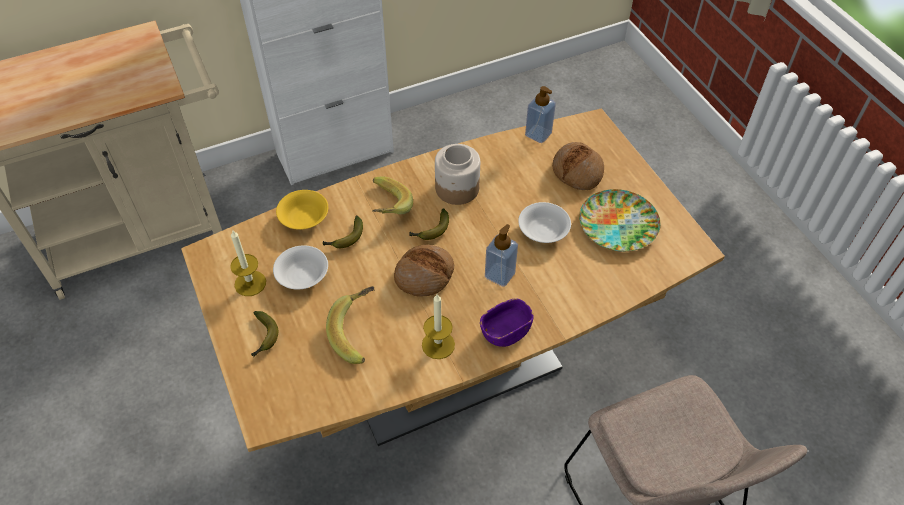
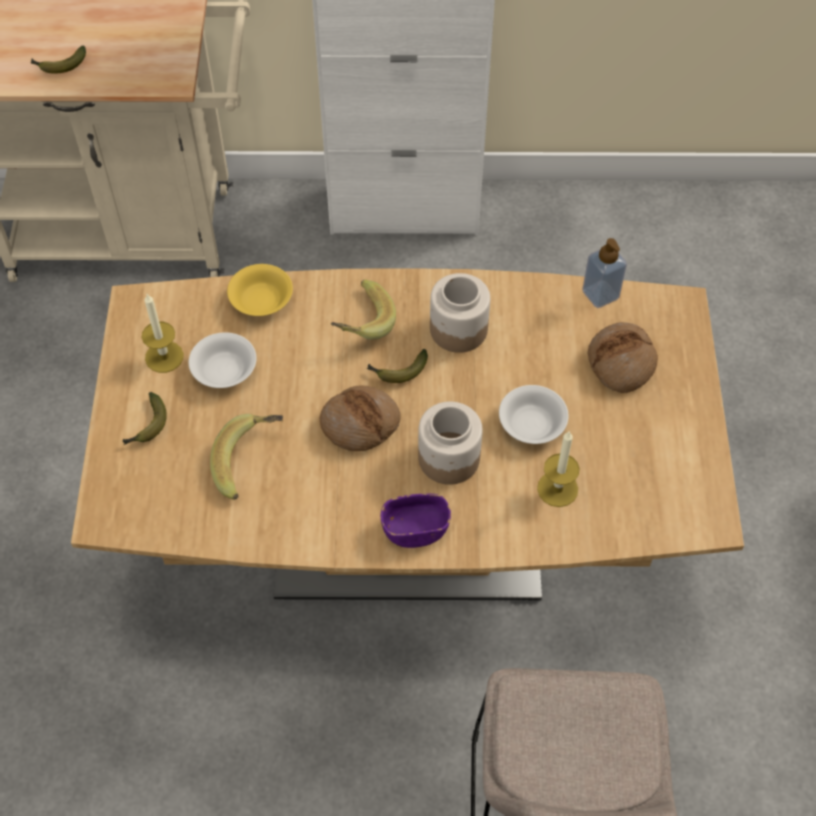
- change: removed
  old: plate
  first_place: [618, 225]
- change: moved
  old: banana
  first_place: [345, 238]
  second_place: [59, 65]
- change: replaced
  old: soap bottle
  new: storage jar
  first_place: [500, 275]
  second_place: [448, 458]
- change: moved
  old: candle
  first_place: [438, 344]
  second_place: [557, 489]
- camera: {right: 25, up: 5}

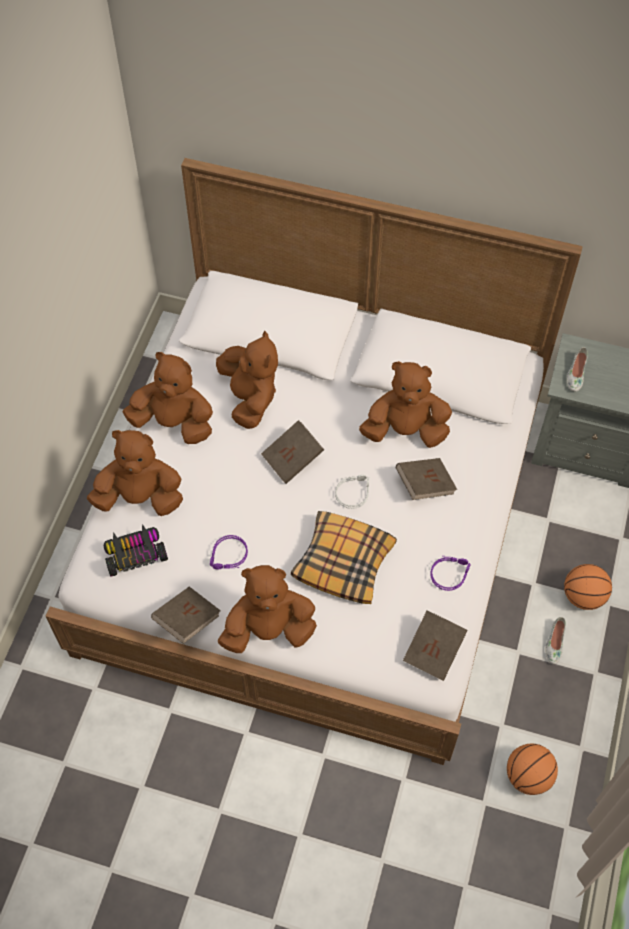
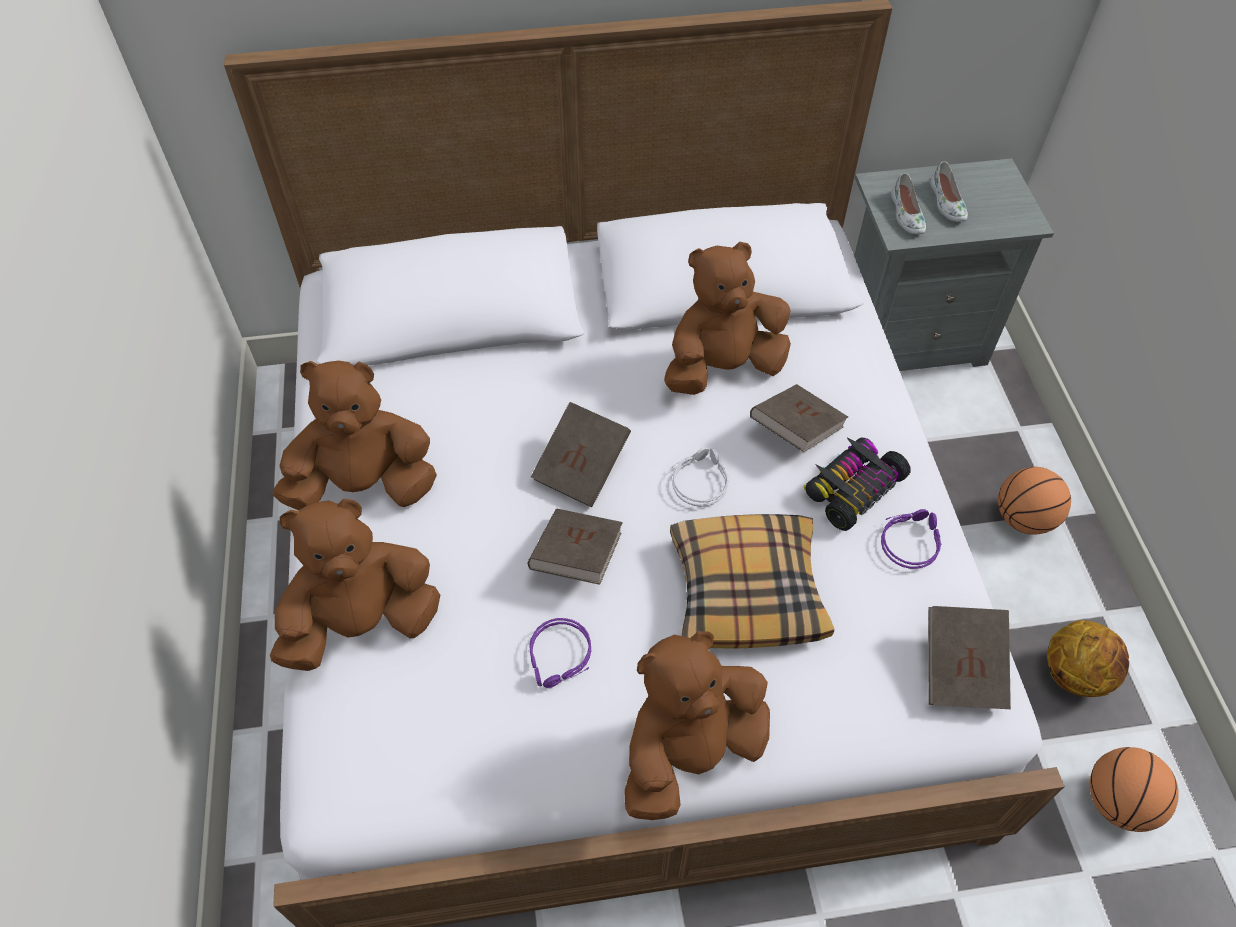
- change: removed
  old: brown plush toy
  first_place: [250, 398]
- change: moved
  old: miniature car
  first_place: [135, 554]
  second_place: [851, 488]
- change: moved
  old: brown bound book
  first_place: [187, 620]
  second_place: [577, 557]
- change: moved
  old: white item of footwear
  first_place: [554, 643]
  second_place: [946, 202]
- change: added
  new: basketball ball
  second_place: [1075, 673]
- camera: {right: -25, up: -5}

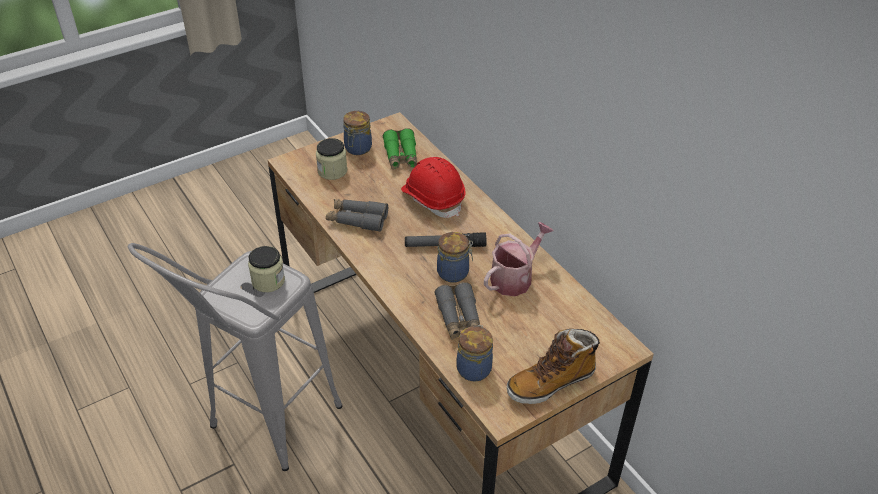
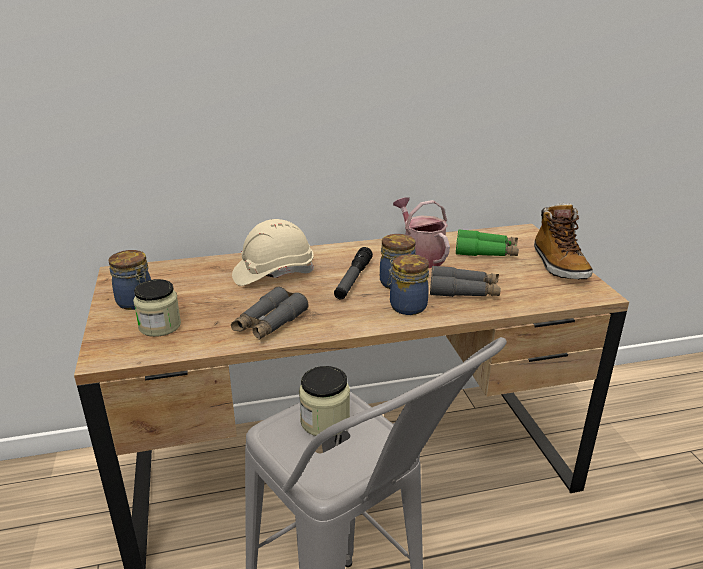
- change: moved
  old: greenish field glasses
  first_place: [401, 156]
  second_place: [486, 252]
- change: recoloured
  old: reddish hard hat
  new: beige-coloured hard hat
  first_place: [433, 198]
  second_place: [273, 273]
- change: moved
  old: storage jar
  first_place: [474, 368]
  second_place: [406, 306]
- camera: {right: -70, up: -15}

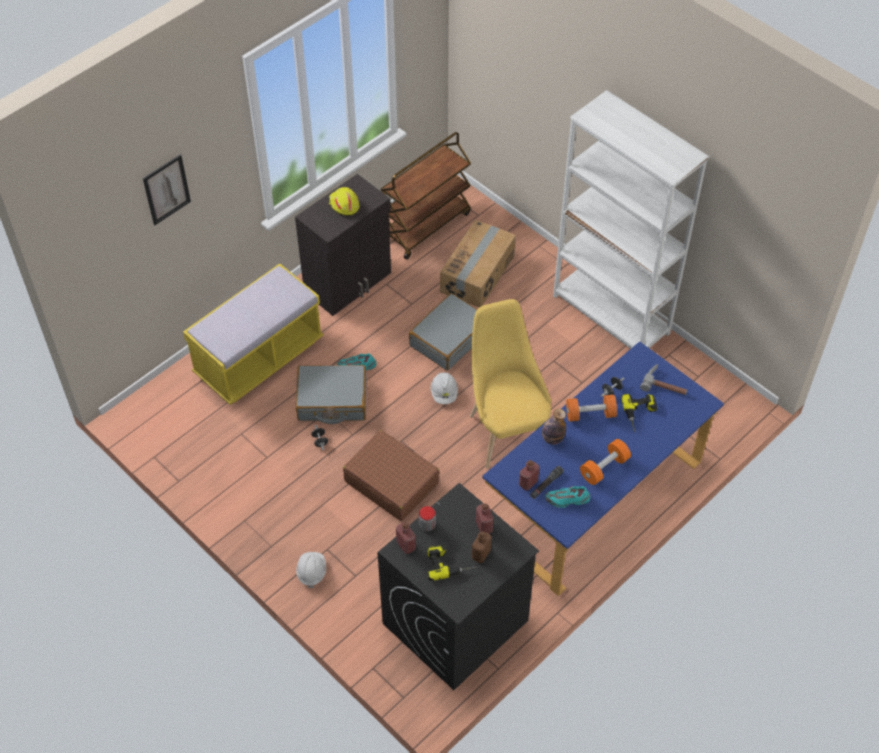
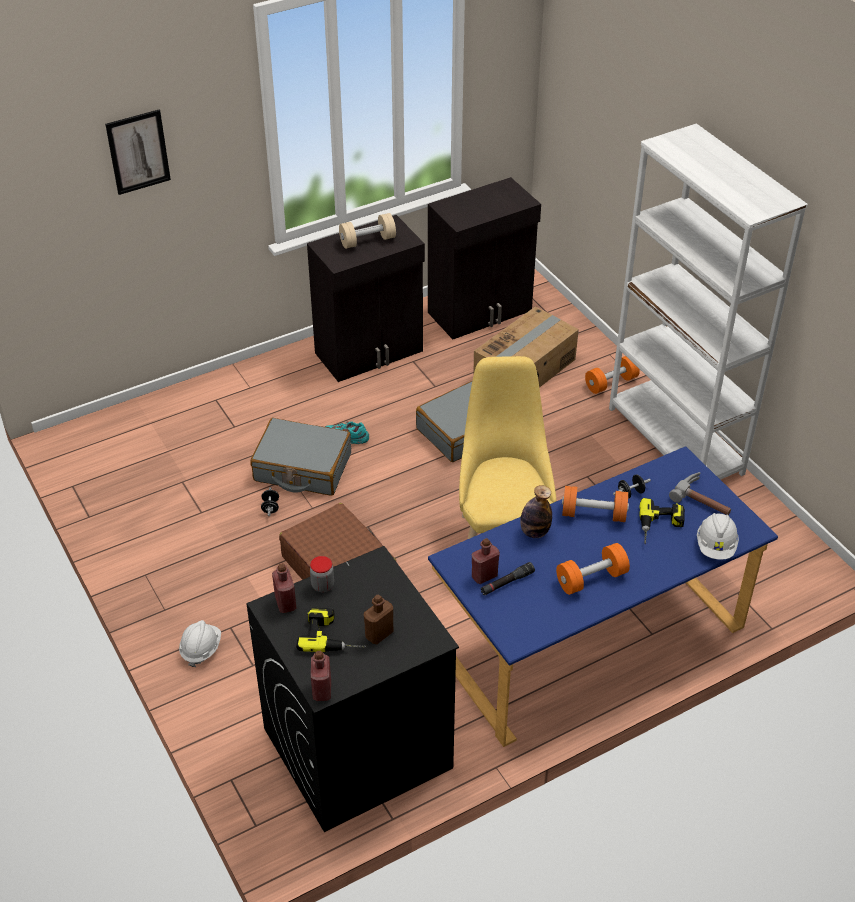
- change: replaced
  old: brown trolley
  new: black-coloured cupboard
  first_place: [426, 225]
  second_place: [481, 312]
- change: replaced
  old: yellowish hard hat
  new: beige-coloured free weight
  first_place: [343, 205]
  second_place: [367, 241]
- change: removed
  old: yellowish bench
  first_place: [259, 358]
- change: moved
  old: white hard hat
  first_place: [444, 393]
  second_place: [716, 546]
- change: removed
  old: turquoise-coloured item of footwear
  first_place: [567, 500]
- change: moved
  old: reddish bottle
  first_place: [484, 526]
  second_place: [322, 690]
- change: added
  new: orangey free weight
  second_place: [611, 383]
- camera: {right: 15, up: -10}

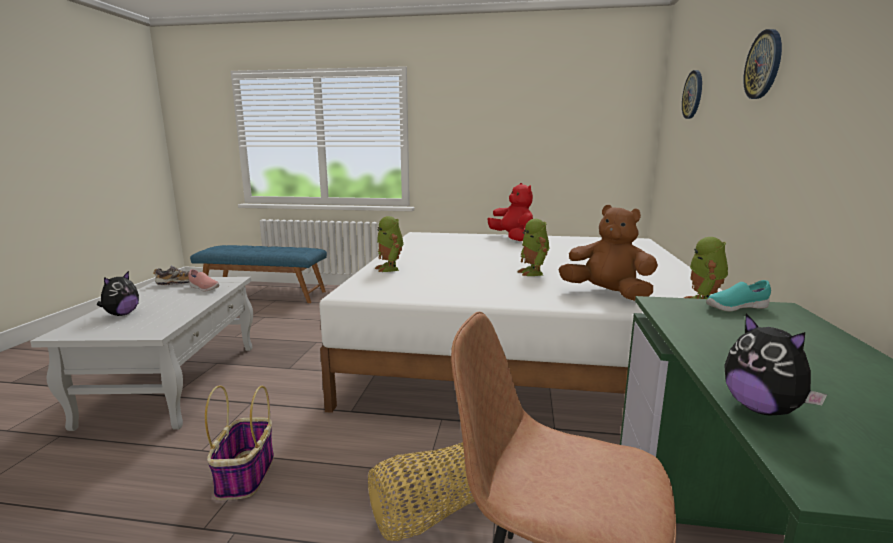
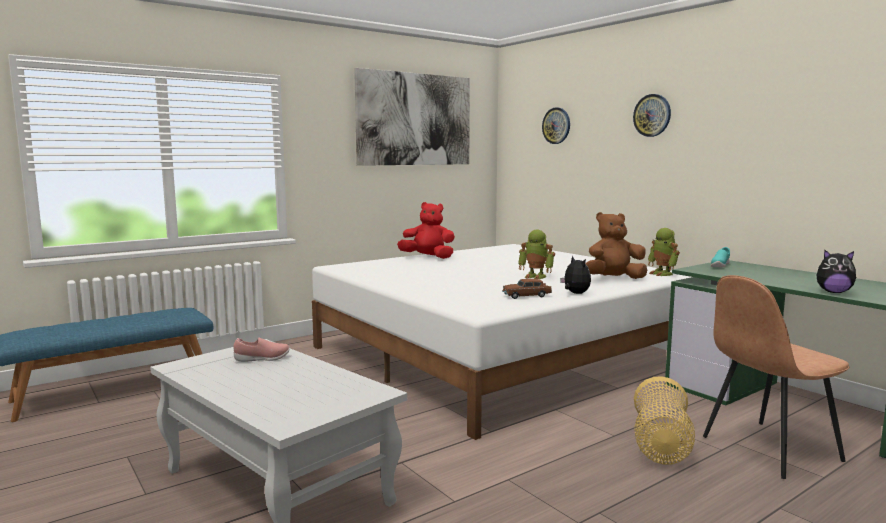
- change: removed
  old: model robot
  first_place: [390, 268]
- change: removed
  old: item of footwear
  first_place: [178, 283]
- change: moved
  old: plush toy
  first_place: [121, 314]
  second_place: [575, 293]
- change: removed
  old: storage basket
  first_place: [246, 475]
- change: added
  new: wall picture
  second_place: [414, 119]
- change: added
  new: brown miniature car
  second_place: [526, 296]
- camera: {right: -45, up: -5}

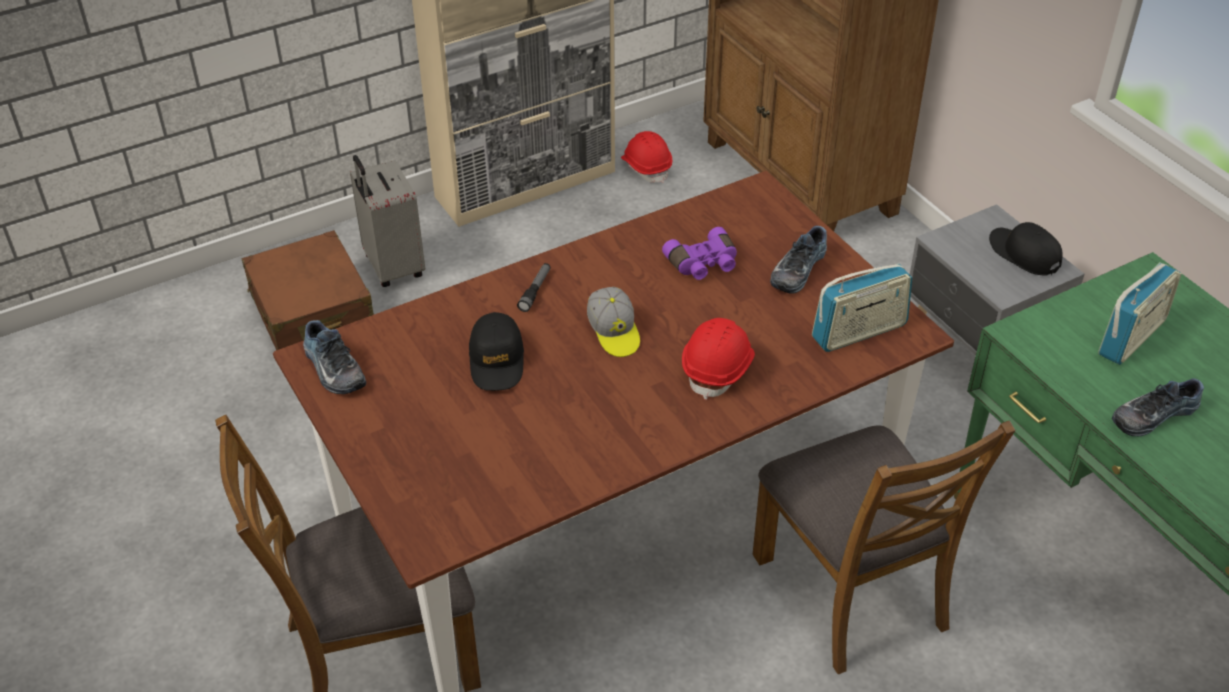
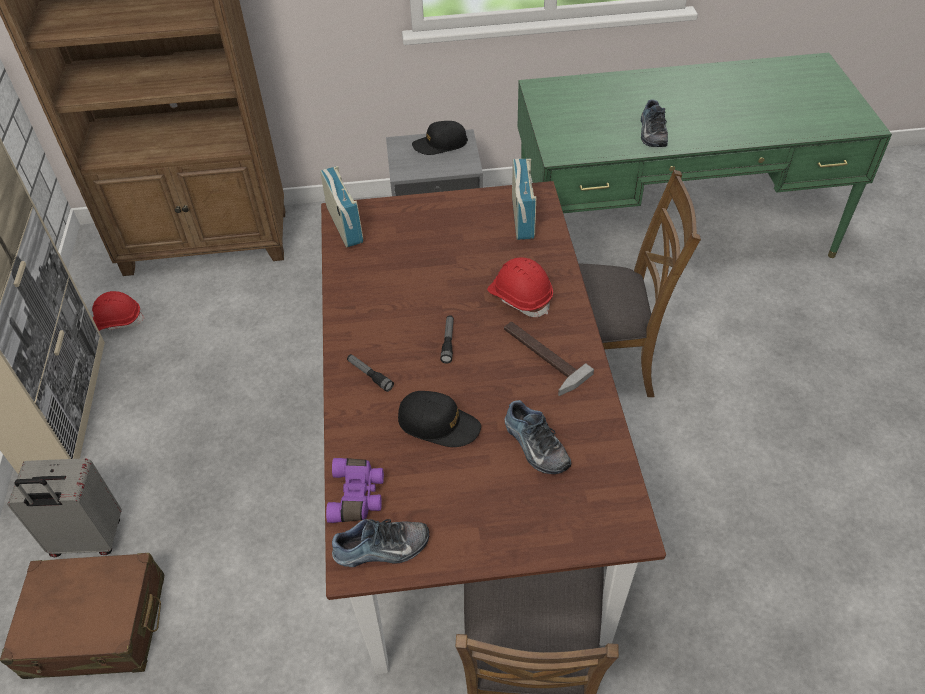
- change: moved
  old: item of footwear
  first_place: [796, 269]
  second_place: [534, 446]
- change: moved
  old: purple field glasses
  first_place: [703, 264]
  second_place: [358, 496]
- change: moved
  old: radio set
  first_place: [1131, 337]
  second_place: [344, 225]
- change: replaced
  old: cap
  new: hand torch
  first_place: [614, 332]
  second_place: [448, 342]
- change: added
  new: hammer
  second_place: [539, 357]
- camera: {right: -65, up: 5}

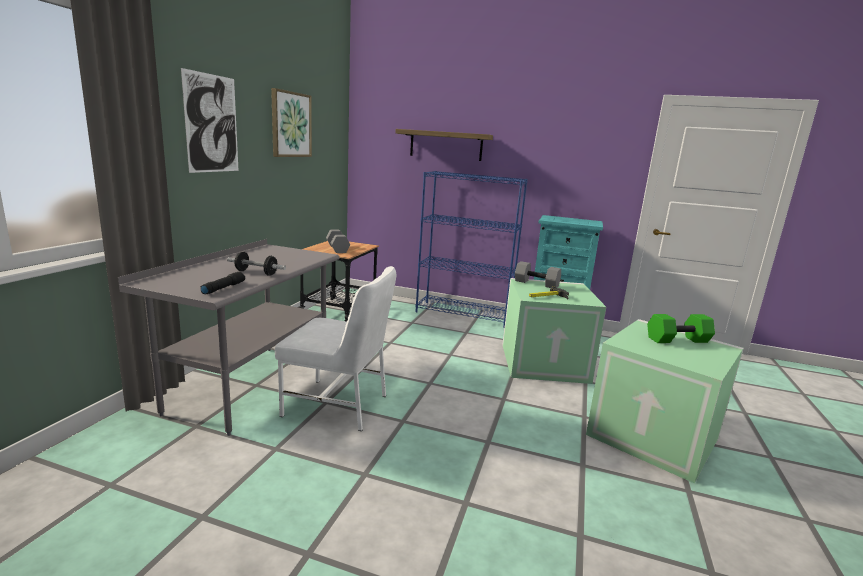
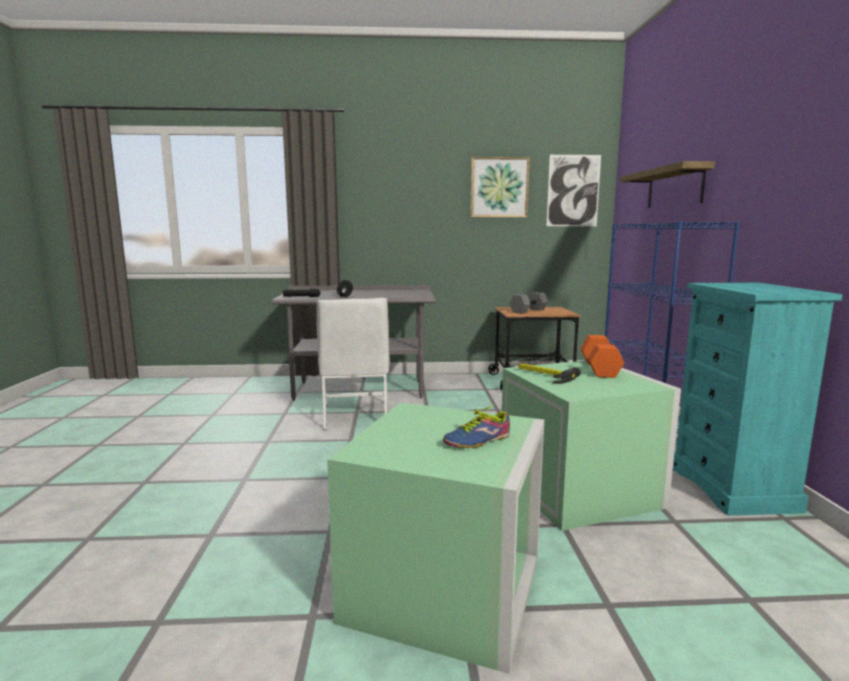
- change: moved
  old: wall picture
  first_place: [212, 124]
  second_place: [573, 190]
- change: recoloured
  old: grey free weight
  new: orangey free weight
  first_place: [536, 284]
  second_place: [598, 368]
- change: replaced
  old: greenish free weight
  new: item of footwear
  first_place: [677, 339]
  second_place: [475, 440]
- camera: {right: 70, up: -5}

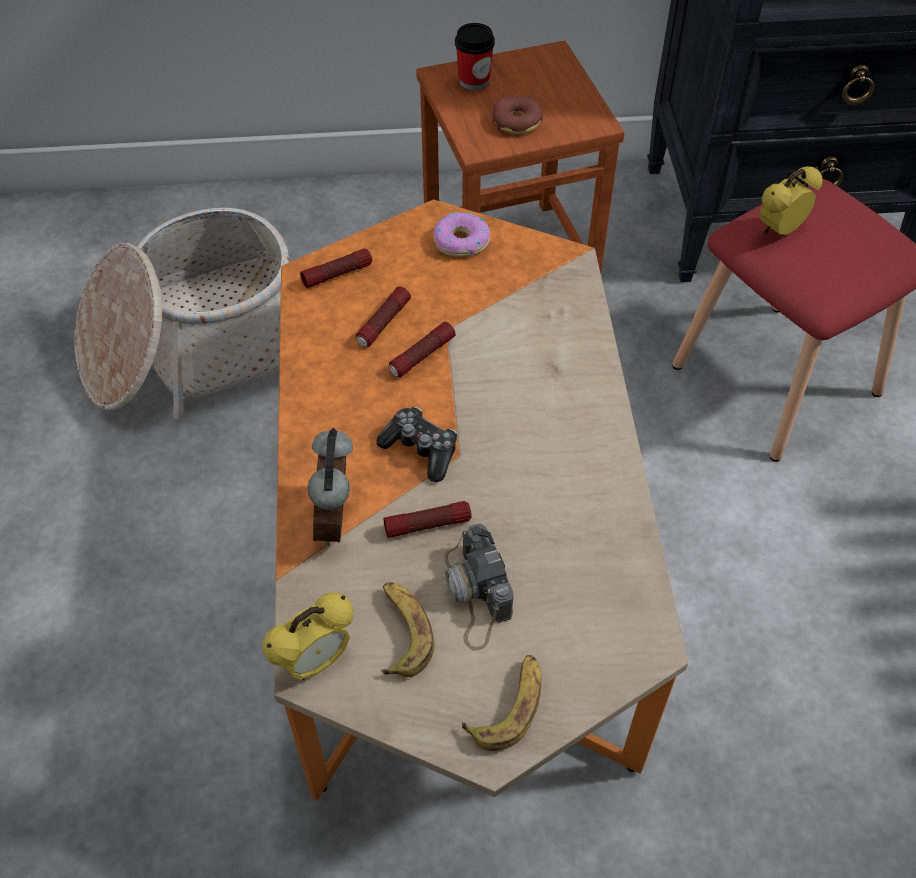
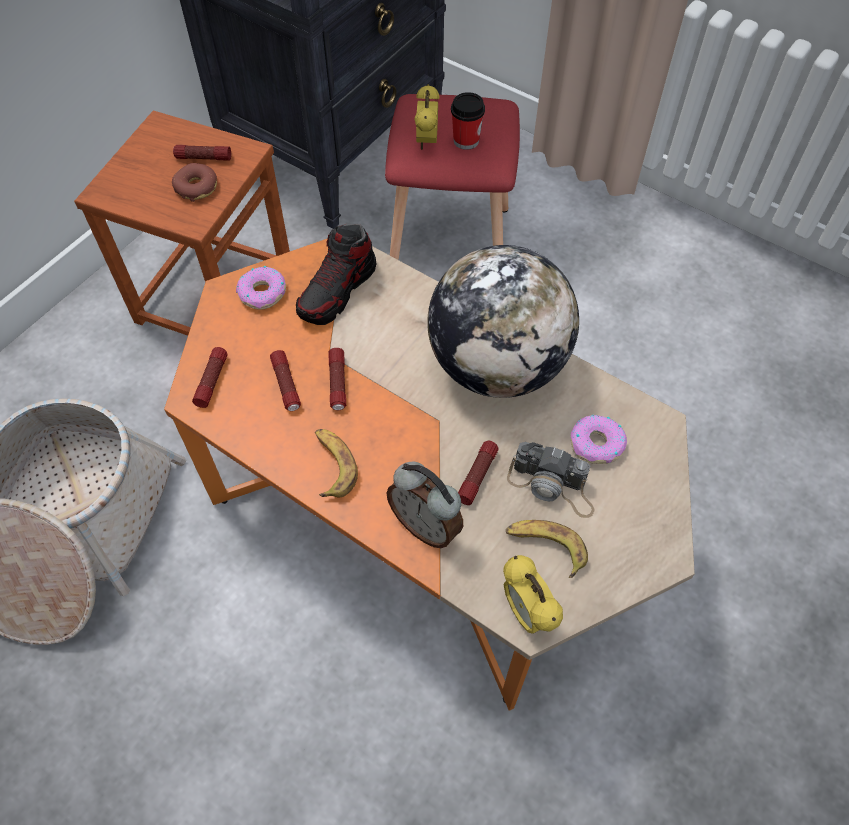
- change: moved
  old: small cup
  first_place: [474, 81]
  second_place: [466, 141]
- change: removed
  old: game controller
  first_place: [421, 449]
- change: turned
  old: bedside clock
  first_place: [316, 661]
  second_place: [526, 613]
  degrees: 150
- change: moved
  old: banana
  first_place: [509, 706]
  second_place: [332, 465]
- change: added
  new: hand torch
  second_place: [203, 158]
- change: added
  new: item of footwear
  second_place: [337, 291]
- change: added
  new: desk globe
  second_place: [497, 365]
- change: added
  new: donut
  second_place: [596, 444]
- camera: {right: -50, up: 5}

